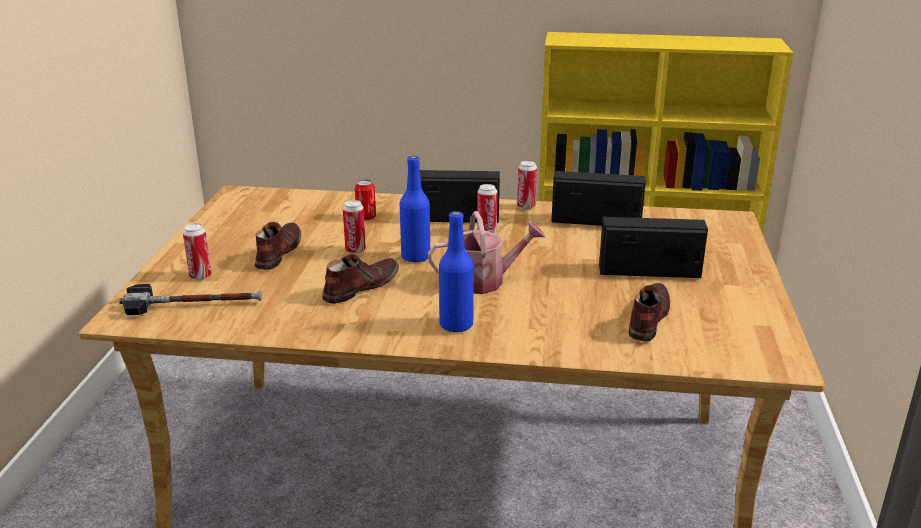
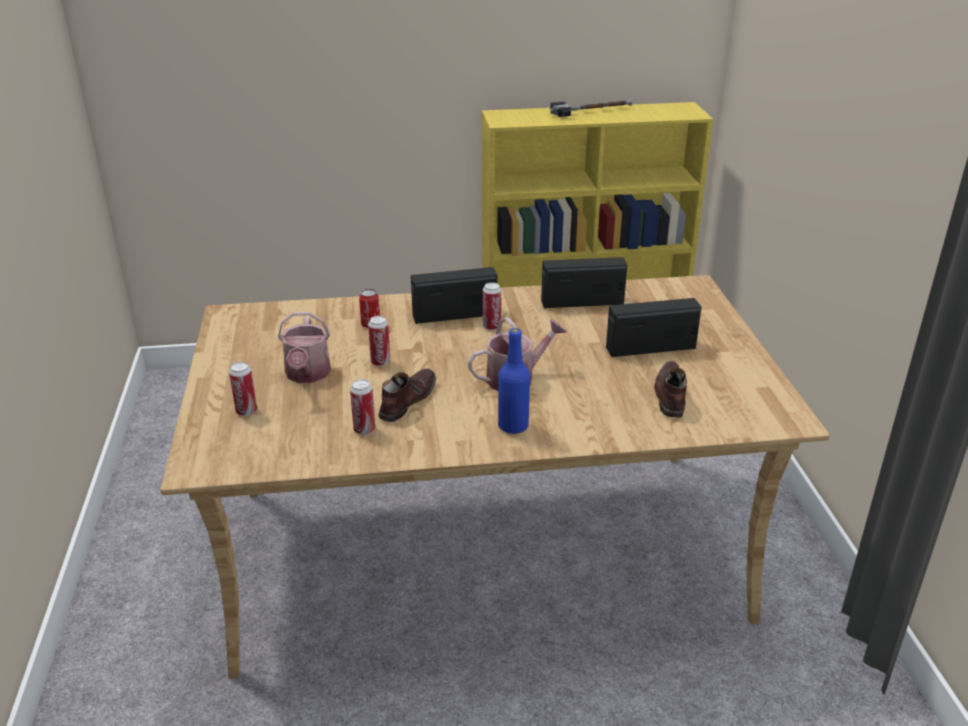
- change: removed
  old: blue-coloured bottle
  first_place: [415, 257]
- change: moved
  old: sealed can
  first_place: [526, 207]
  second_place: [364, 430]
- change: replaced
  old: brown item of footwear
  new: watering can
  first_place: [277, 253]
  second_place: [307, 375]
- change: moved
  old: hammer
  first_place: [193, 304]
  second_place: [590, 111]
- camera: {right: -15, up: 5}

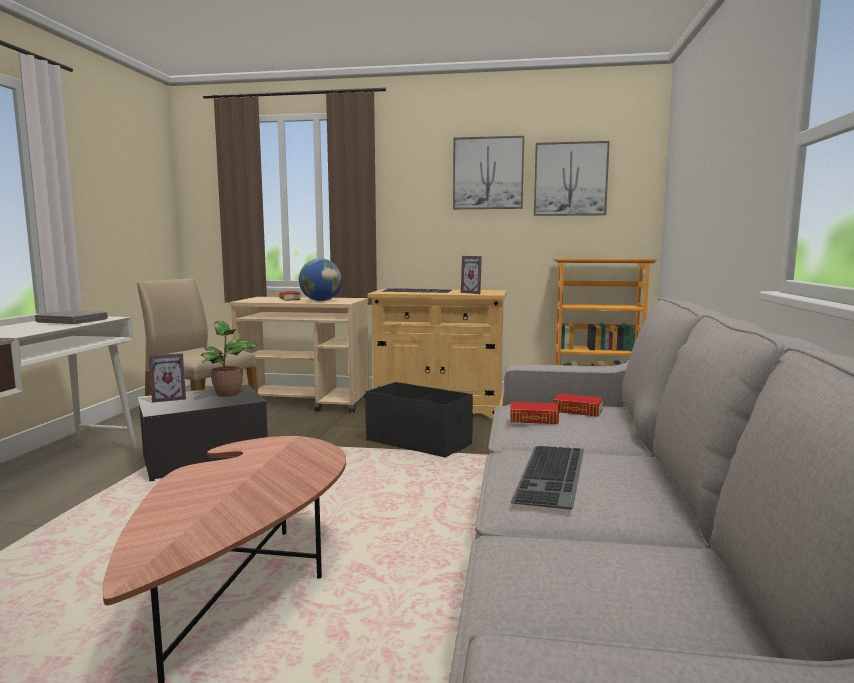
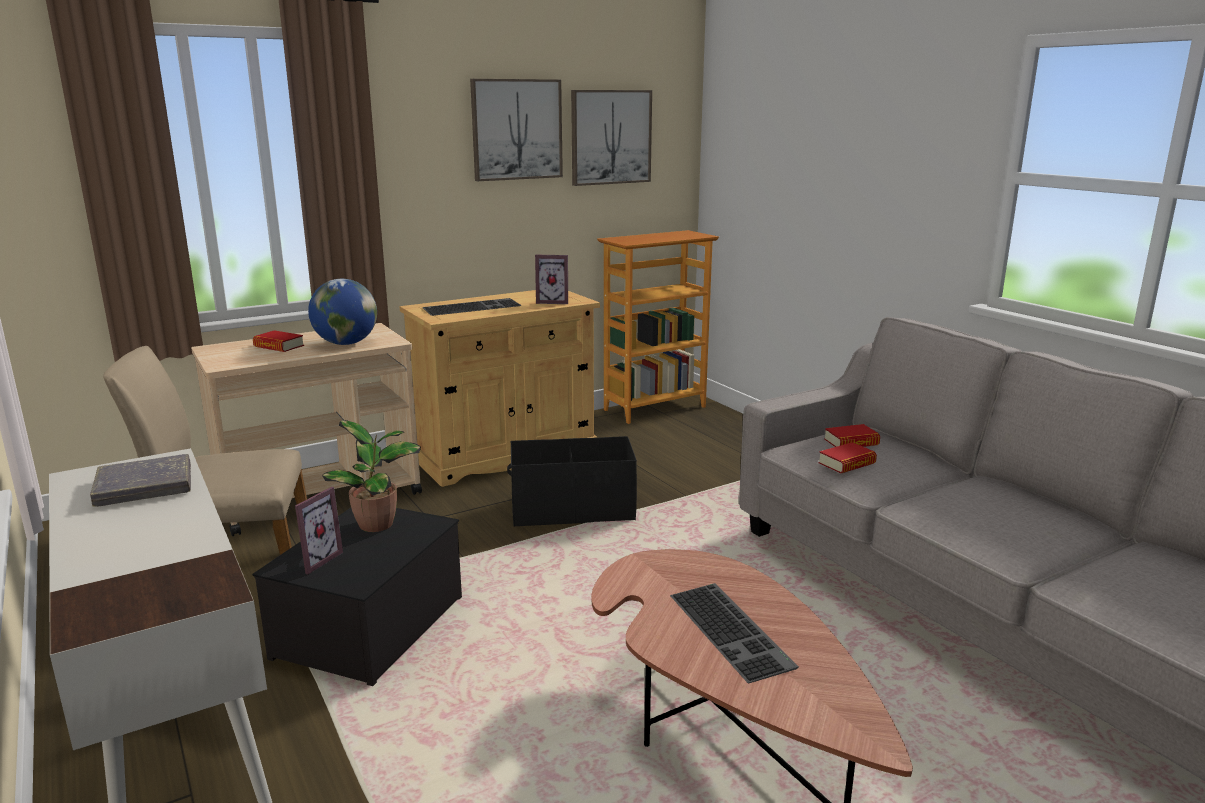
- change: moved
  old: PC keyboard
  first_place: [554, 475]
  second_place: [733, 630]
- camera: {right: -40, up: 10}

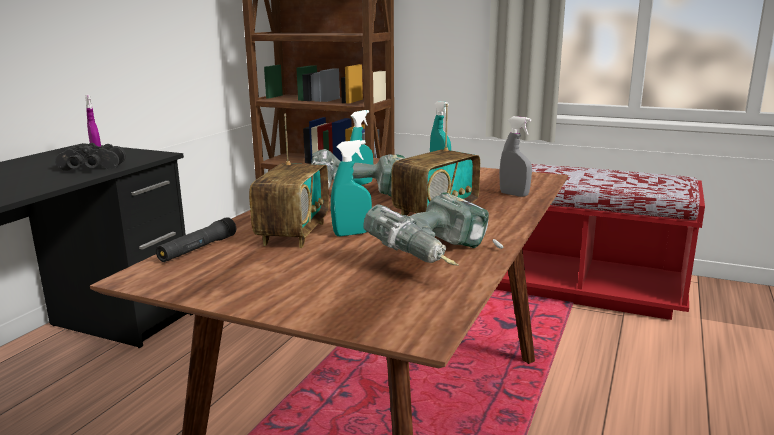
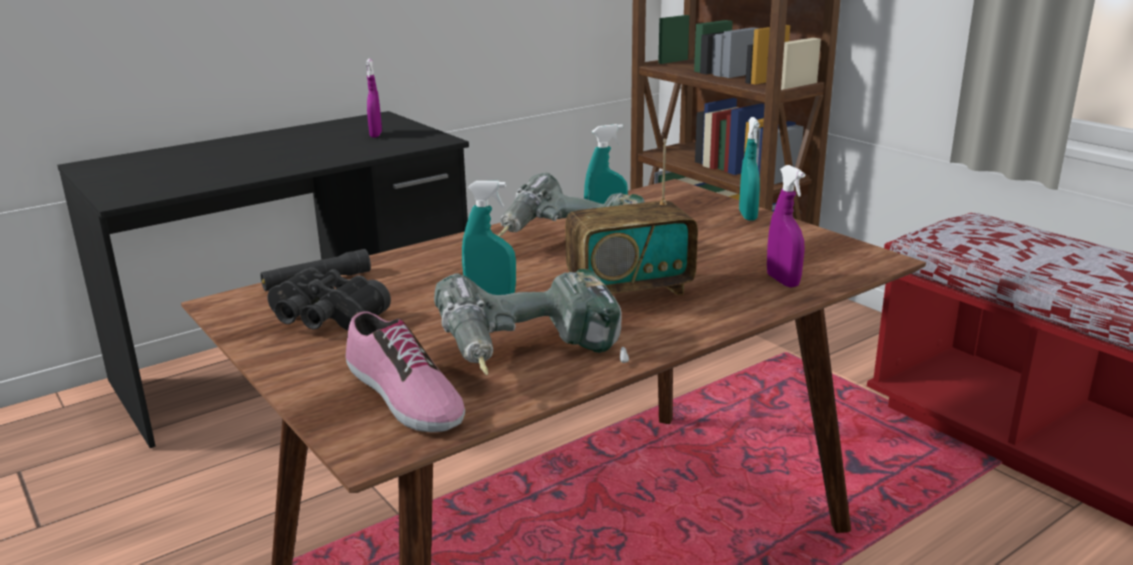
- change: removed
  old: radio set
  first_place: [293, 233]
- change: recoloured
  old: grey sprayer
  new: purple sprayer
  first_place: [514, 194]
  second_place: [783, 281]
- change: moved
  old: black-coloured field glasses
  first_place: [90, 168]
  second_place: [323, 319]
- change: added
  new: item of footwear
  second_place: [402, 395]
- camera: {right: 30, up: 5}

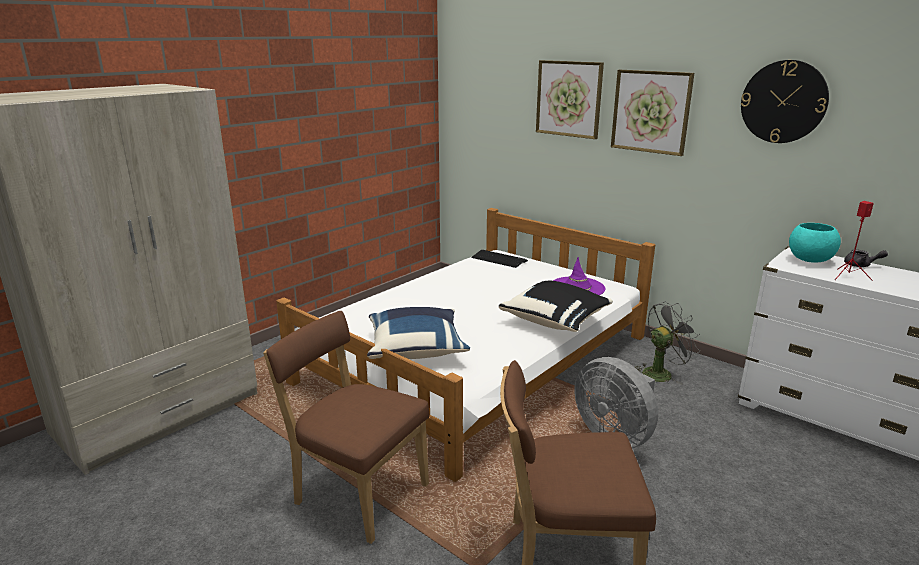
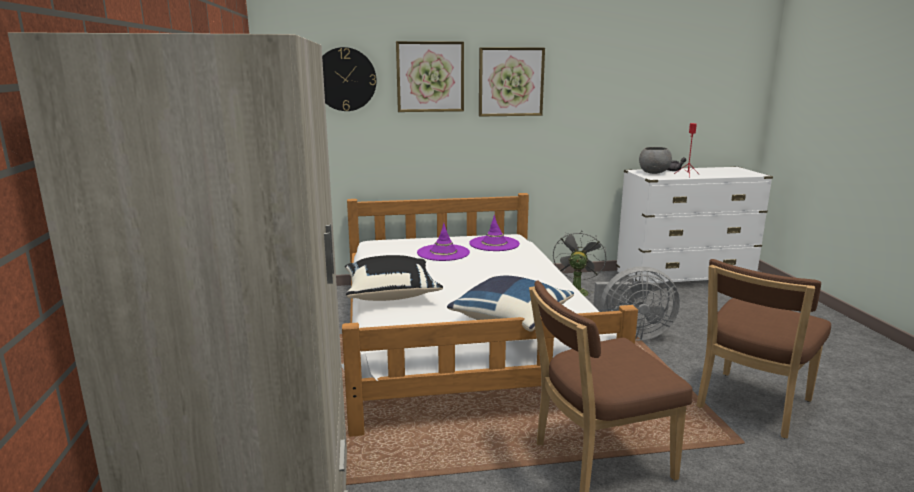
- change: moved
  old: wall clock
  first_place: [783, 102]
  second_place: [345, 79]
- change: recoloured
  old: turquoise-coloured bowl
  new: grey bowl
  first_place: [809, 260]
  second_place: [654, 173]
- change: removed
  old: PC keyboard
  first_place: [499, 259]
- change: moved
  old: black-coloured pillow
  first_place: [556, 321]
  second_place: [391, 294]
- change: added
  new: purple wearable hat
  second_place: [443, 253]
- camera: {right: -50, up: -5}

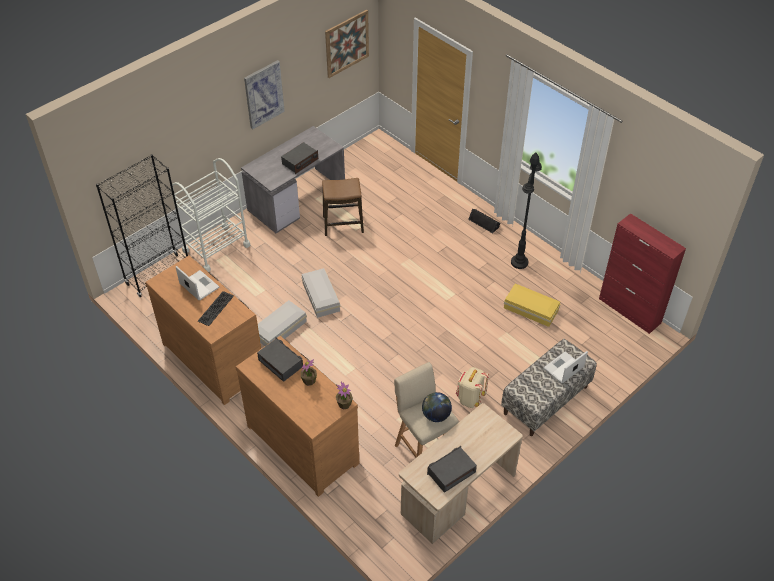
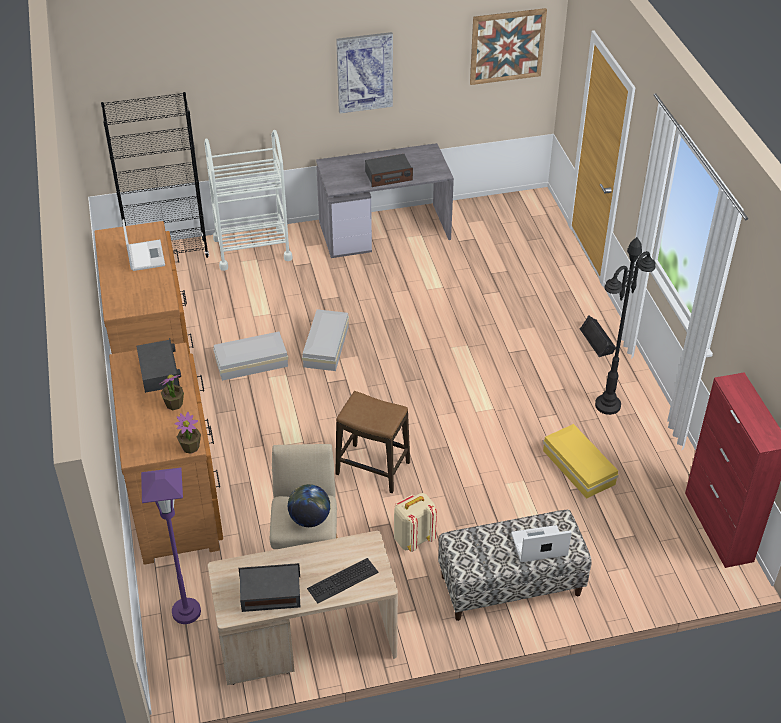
- change: moved
  old: stool seat
  first_place: [343, 225]
  second_place: [372, 468]
- change: moved
  old: PC keyboard
  first_place: [216, 309]
  second_place: [343, 581]
- change: added
  new: purple floor lamp
  second_place: [186, 612]
- camera: {right: 30, up: -5}

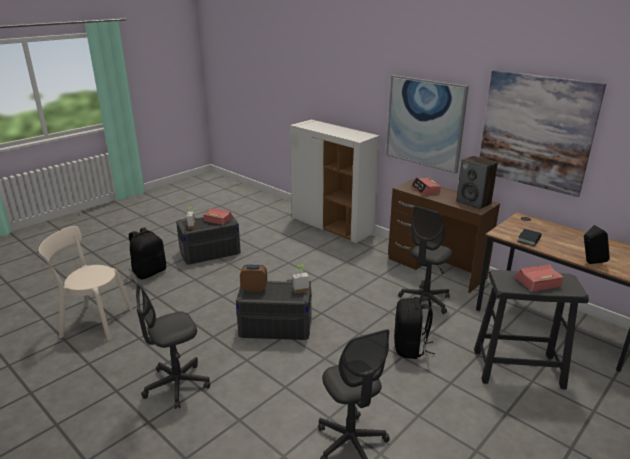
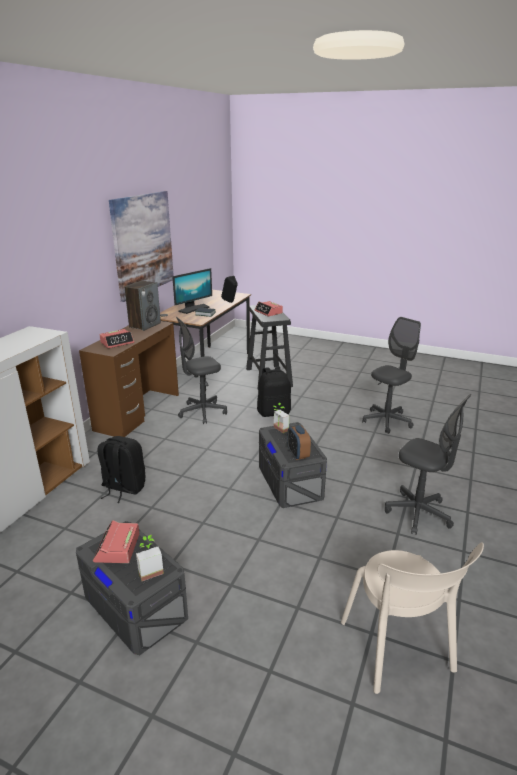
- change: removed
  old: wall picture
  first_place: [425, 123]
- change: turned
  old: grey desk chair
  first_place: [424, 301]
  second_place: [202, 412]
  degrees: 135
- change: moved
  old: black-coloured backpack
  first_place: [149, 272]
  second_place: [123, 488]
- change: added
  new: computer display
  second_place: [193, 309]
- camera: {right: -110, up: 0}

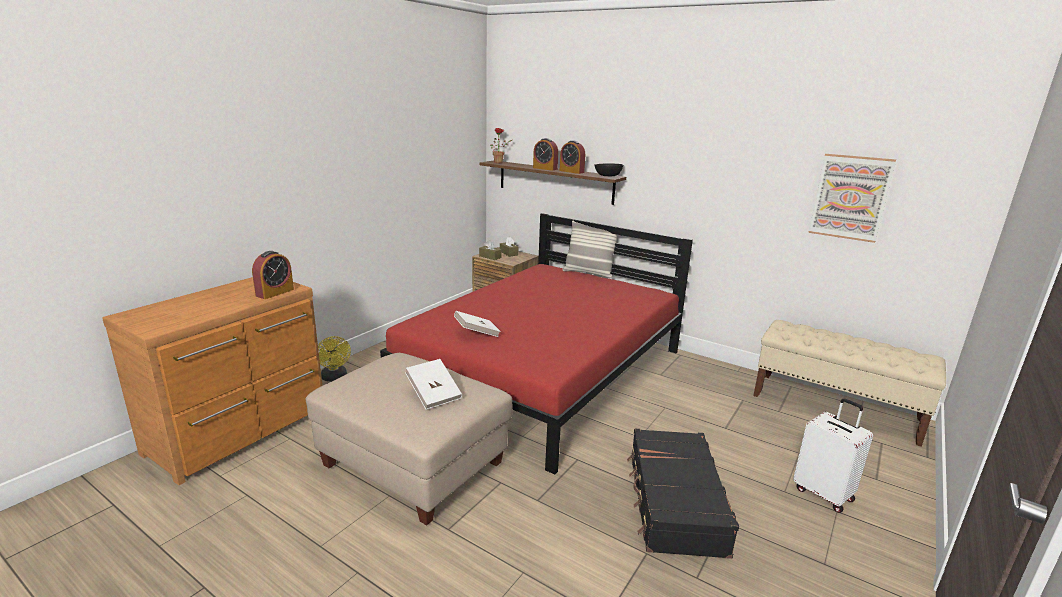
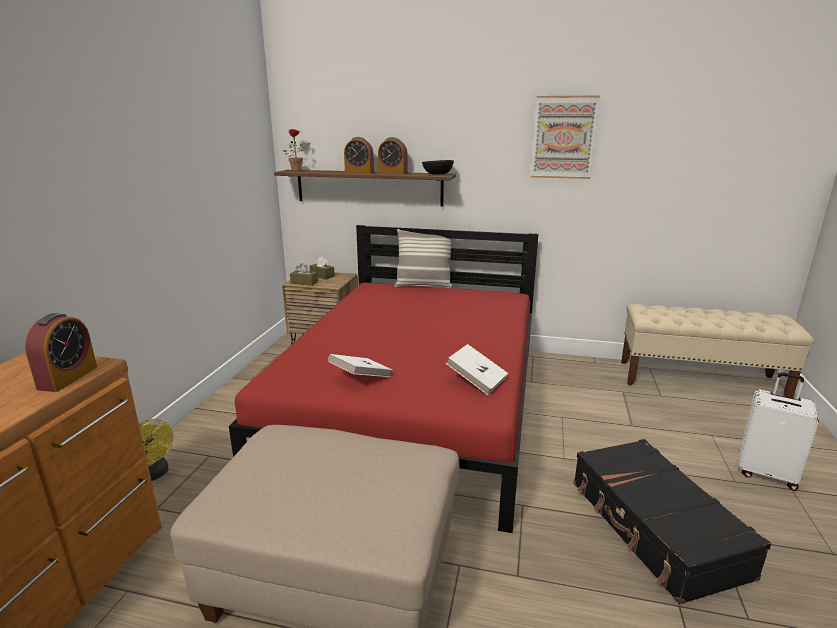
- change: moved
  old: wall picture
  first_place: [850, 197]
  second_place: [563, 137]
- change: moved
  old: white bound book
  first_place: [434, 395]
  second_place: [477, 380]
- camera: {right: -20, up: 0}

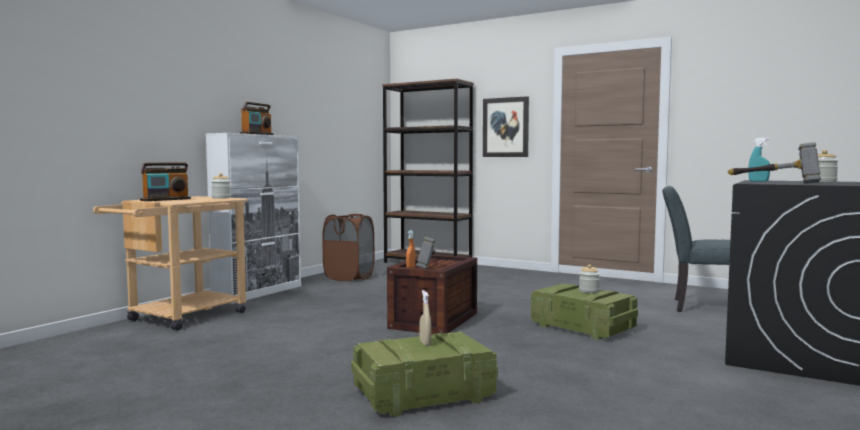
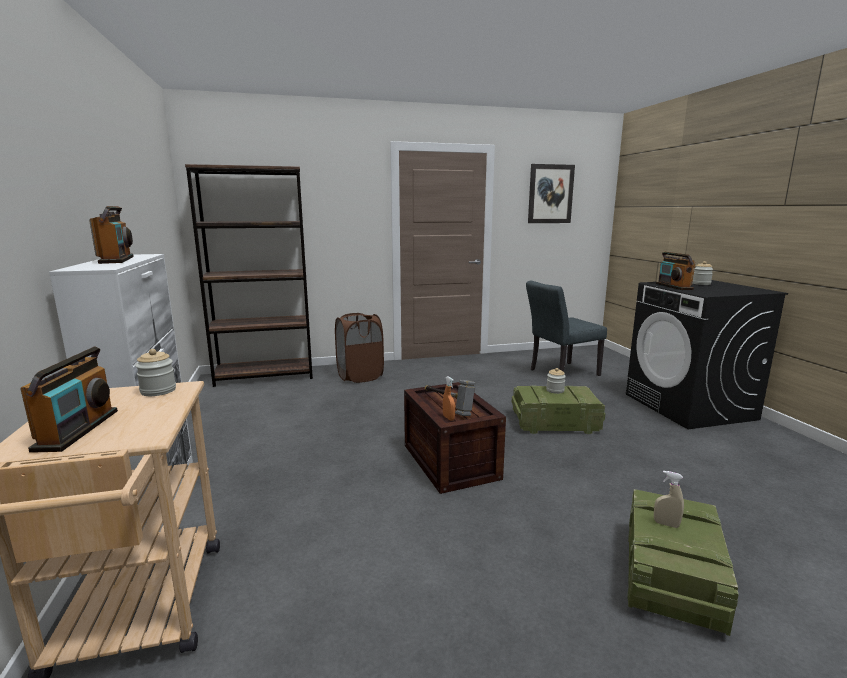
- change: moved
  old: wall picture
  first_place: [505, 127]
  second_place: [550, 194]
- change: replaced
  old: turquoise-coloured sprayer
  new: radio set
  first_place: [758, 181]
  second_place: [673, 286]
- change: removed
  old: hammer
  first_place: [776, 183]
- change: moved
  old: brown laundry basket
  first_place: [349, 277]
  second_place: [360, 376]
- camera: {right: -45, up: 10}

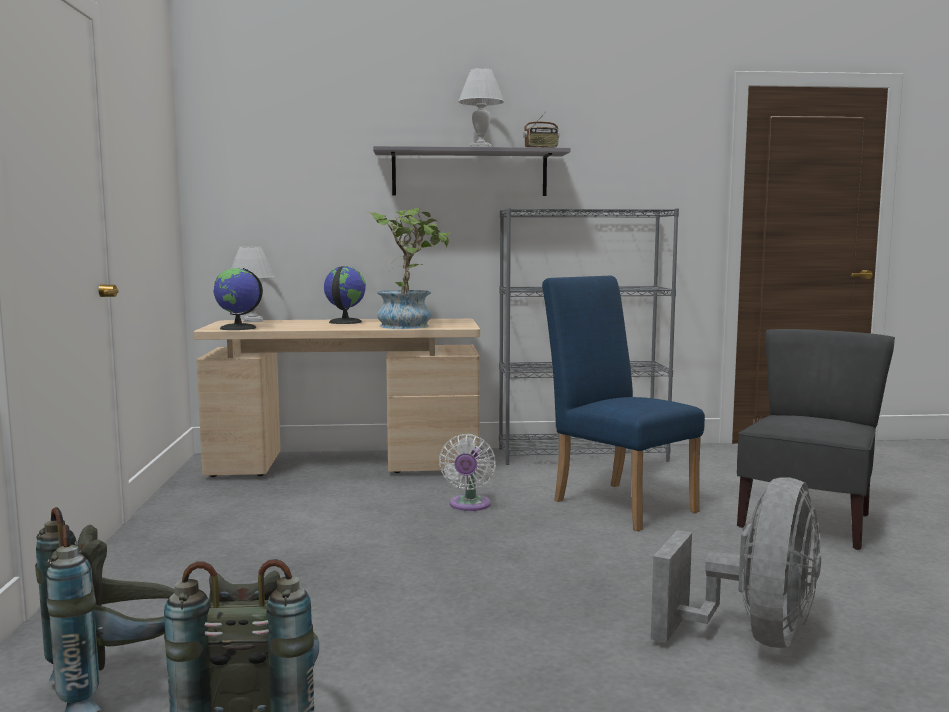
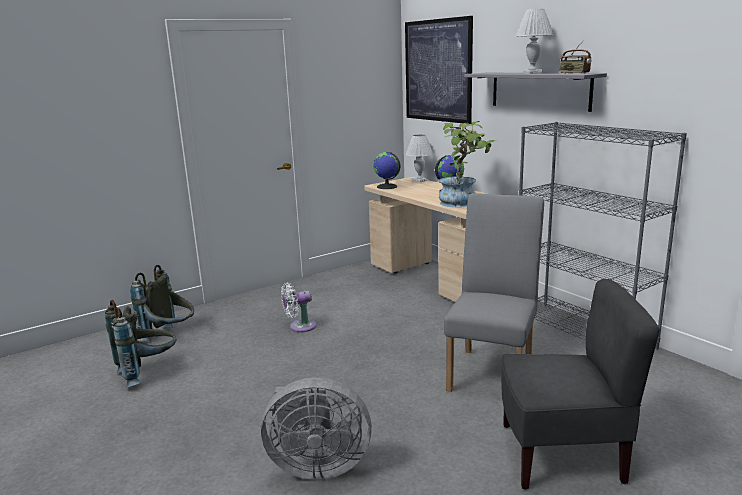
- change: recoloured
  old: blue-coloured plain chair
  new: grey plain chair
  first_place: [617, 502]
  second_place: [493, 371]
- change: moved
  old: white fan
  first_place: [469, 506]
  second_place: [300, 327]
- change: added
  new: wall picture
  second_place: [437, 71]
- camera: {right: 60, up: 10}

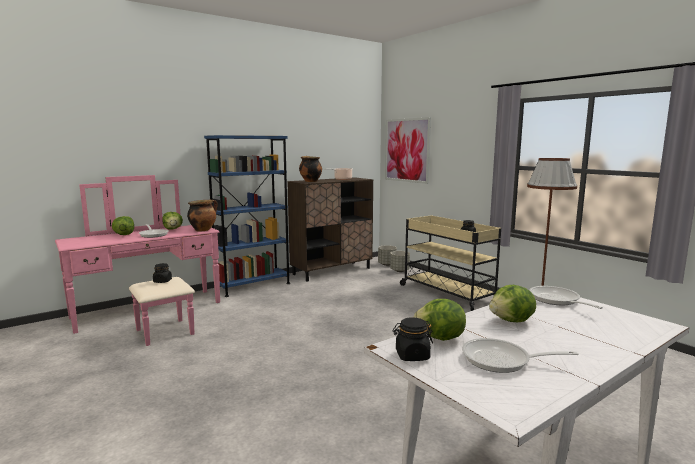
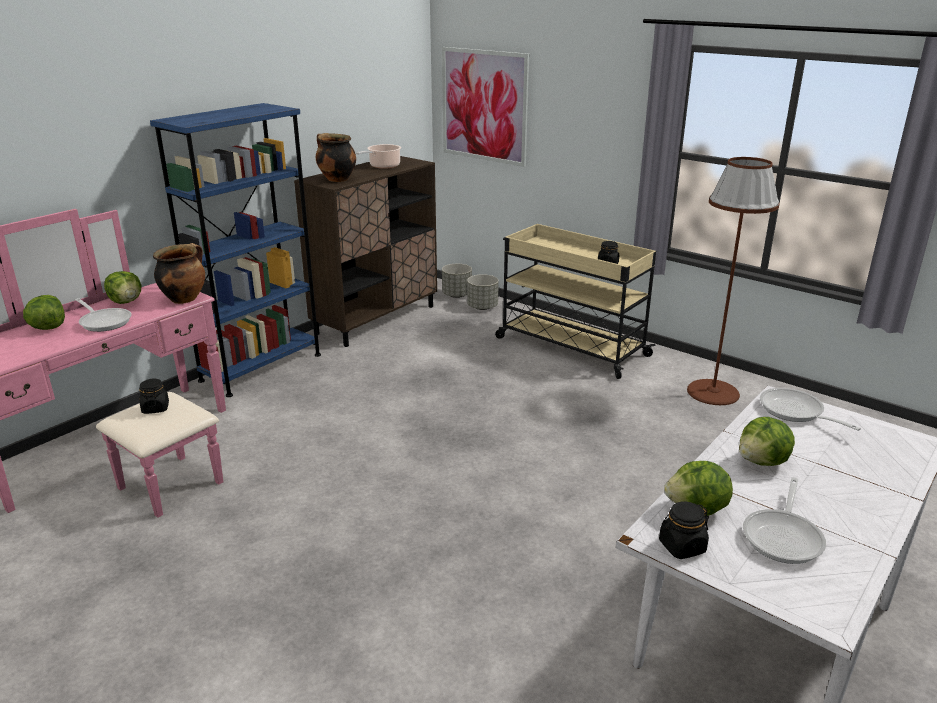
- change: turned
  old: skillet
  first_place: [502, 360]
  second_place: [784, 536]
  degrees: -60
- camera: {right: -15, up: 15}

